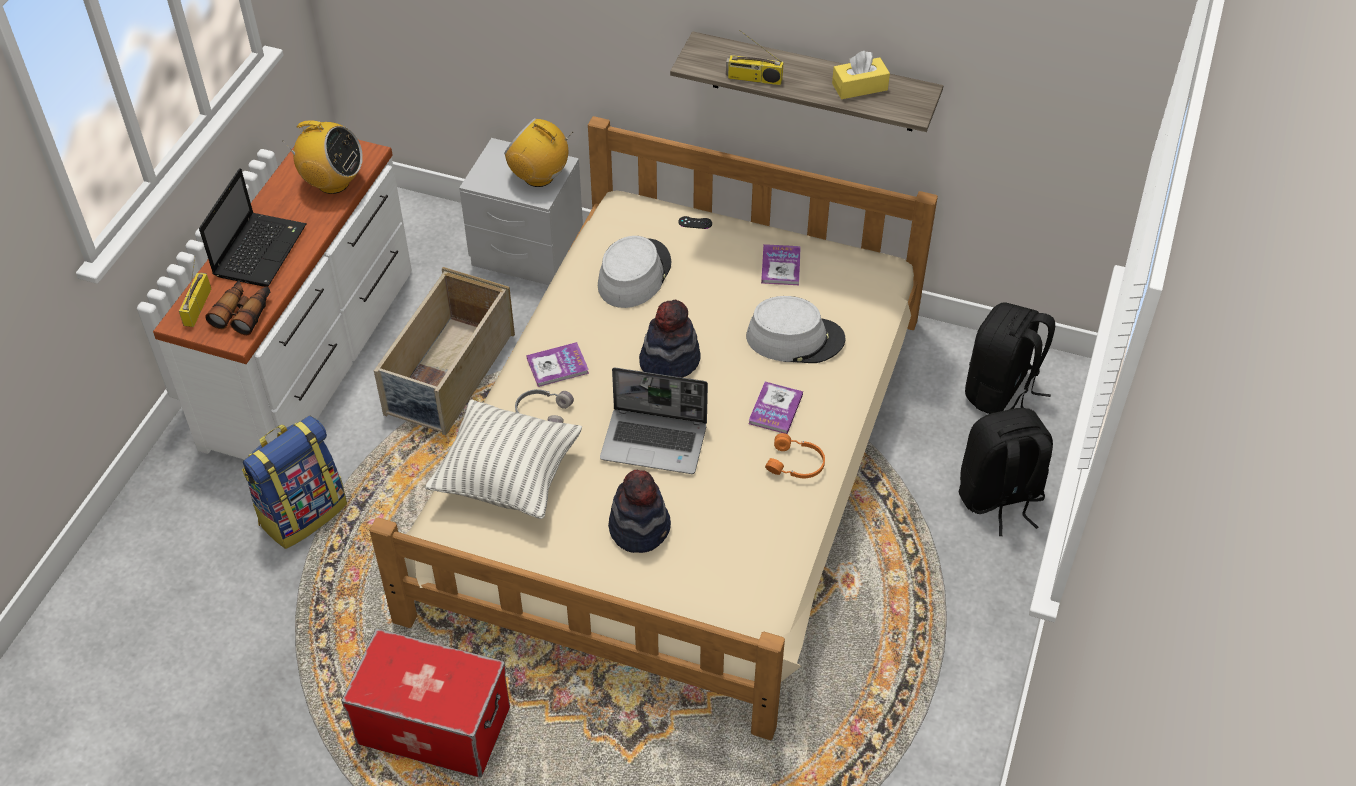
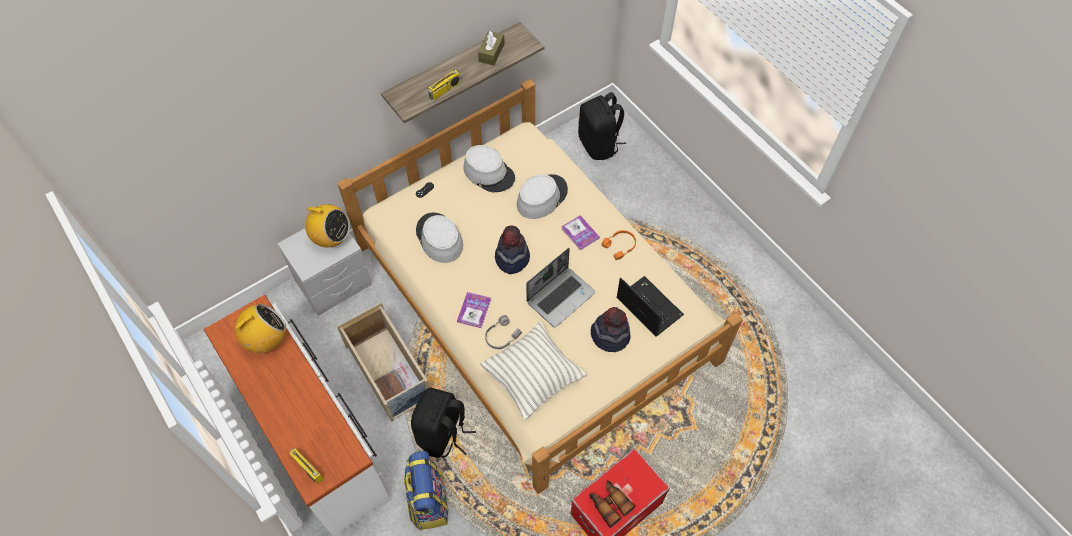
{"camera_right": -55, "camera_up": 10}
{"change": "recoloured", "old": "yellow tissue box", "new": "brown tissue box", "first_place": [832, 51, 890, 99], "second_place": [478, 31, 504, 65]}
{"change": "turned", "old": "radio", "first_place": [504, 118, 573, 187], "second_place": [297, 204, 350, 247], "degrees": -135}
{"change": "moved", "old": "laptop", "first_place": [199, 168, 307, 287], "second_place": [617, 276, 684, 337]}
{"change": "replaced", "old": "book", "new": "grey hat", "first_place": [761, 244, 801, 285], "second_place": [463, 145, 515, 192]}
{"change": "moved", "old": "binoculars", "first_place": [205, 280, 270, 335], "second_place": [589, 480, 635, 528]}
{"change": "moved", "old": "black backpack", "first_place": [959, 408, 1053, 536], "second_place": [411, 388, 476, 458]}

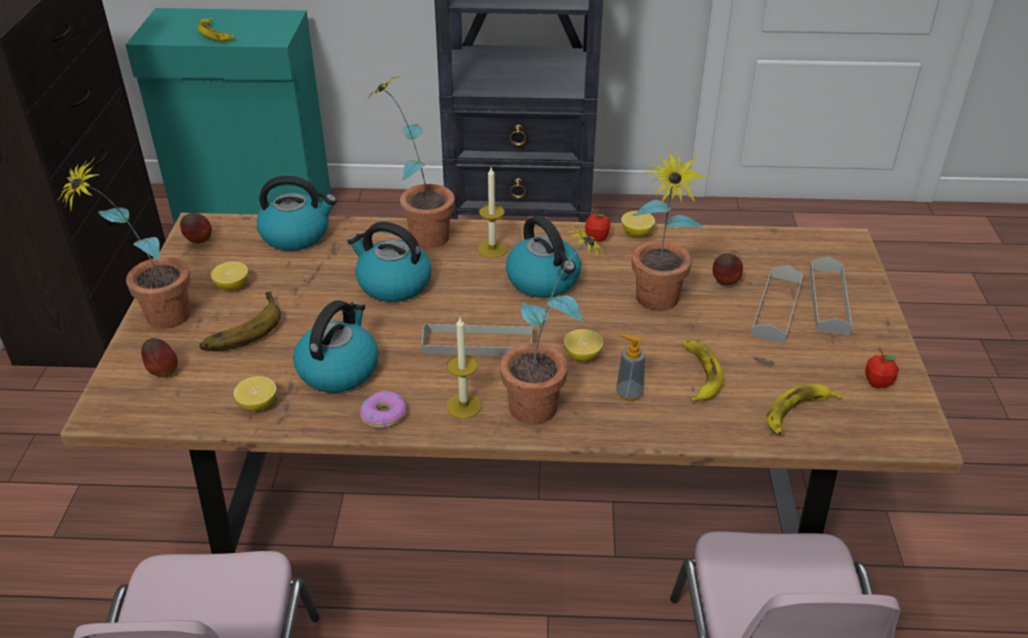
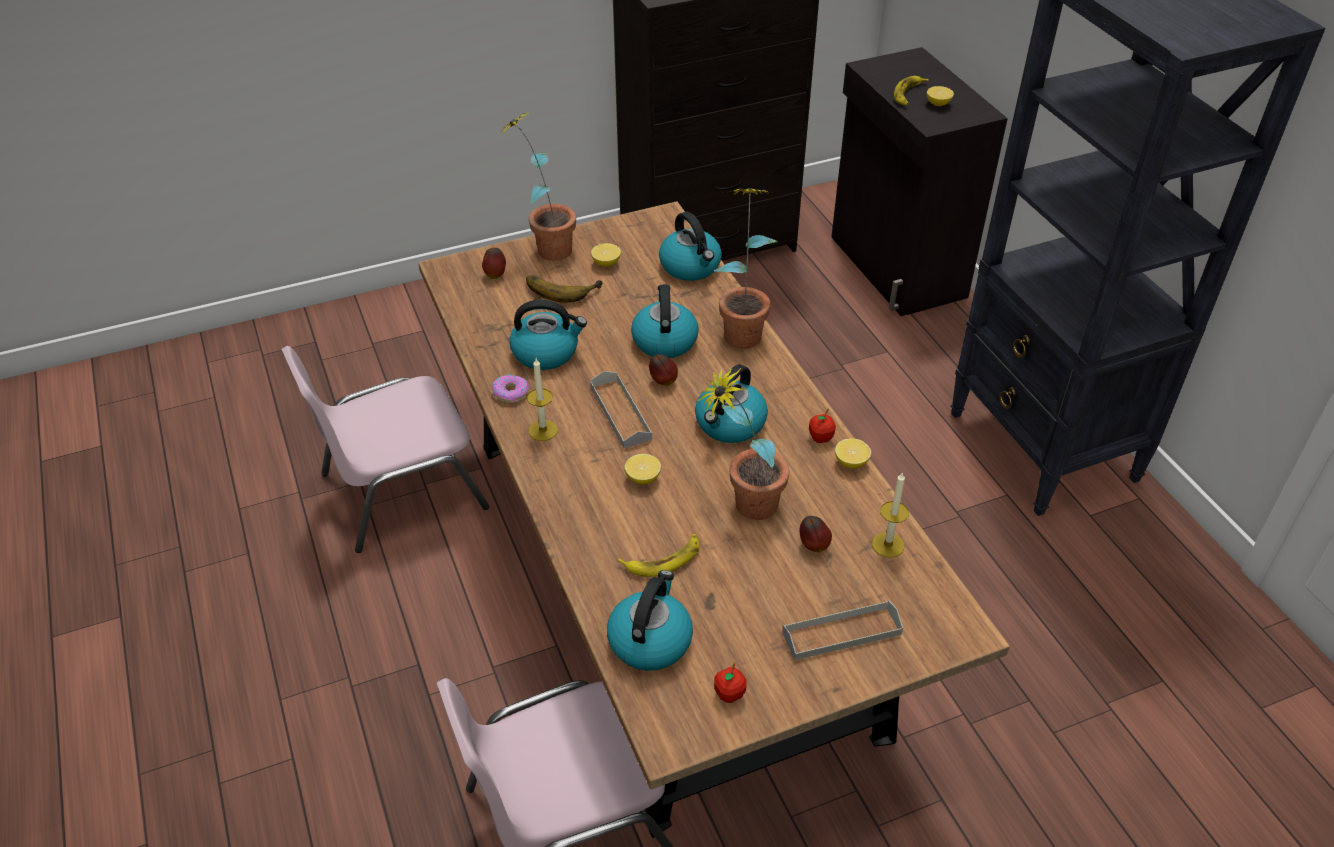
{"camera_right": 65, "camera_up": 5}
{"change": "recoloured", "old": "turquoise cabinet", "new": "black cabinet", "first_place": [126, 8, 331, 225], "second_place": [831, 47, 1008, 316]}
{"change": "moved", "old": "candle", "first_place": [478, 167, 507, 258], "second_place": [872, 472, 909, 558]}
{"change": "moved", "old": "apple", "first_place": [180, 213, 212, 244], "second_place": [649, 354, 678, 386]}
{"change": "removed", "old": "potted plant", "first_place": [500, 222, 612, 424]}
{"change": "removed", "old": "grey tray", "first_place": [751, 265, 804, 343]}
{"change": "removed", "old": "soap dispenser", "first_place": [616, 334, 646, 401]}
{"change": "moved", "old": "lemon", "first_place": [234, 376, 276, 411], "second_place": [927, 86, 954, 106]}
{"change": "replaced", "old": "banana", "new": "kettle", "first_place": [766, 384, 842, 435], "second_place": [607, 570, 693, 671]}

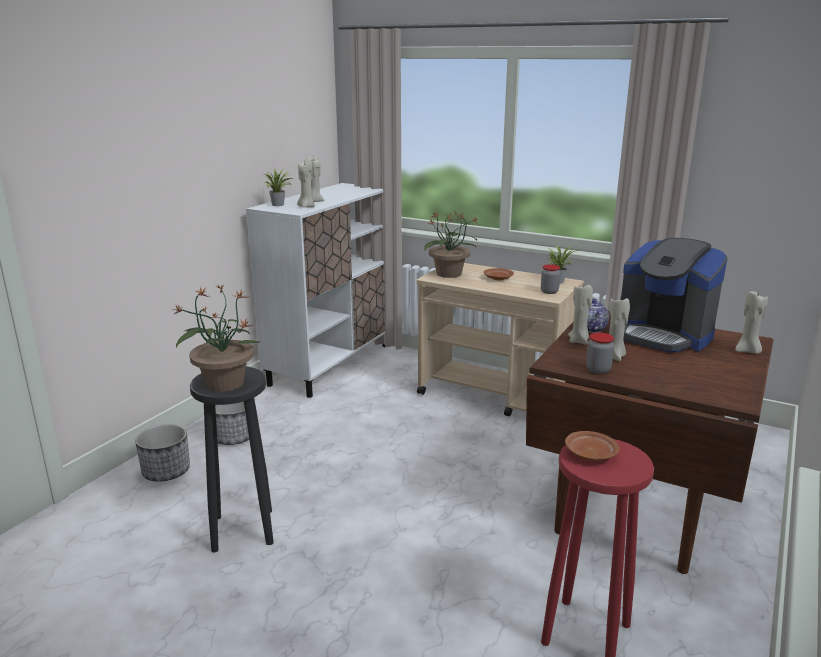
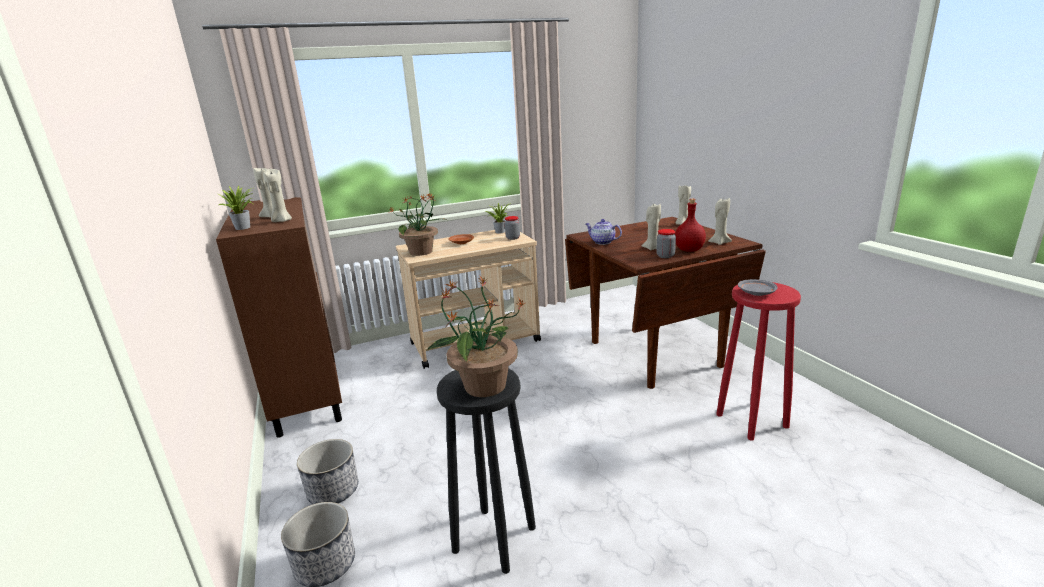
{"camera_right": -50, "camera_up": 0}
{"change": "recoloured", "old": "white cabinet", "new": "brown cabinet", "first_place": [246, 183, 385, 398], "second_place": [216, 197, 342, 438]}
{"change": "removed", "old": "coffee machine", "first_place": [621, 238, 727, 353]}
{"change": "moved", "old": "beige candle", "first_place": [568, 285, 593, 345], "second_place": [708, 198, 732, 245]}
{"change": "recoloured", "old": "brown plate", "new": "grey plate", "first_place": [565, 431, 620, 461], "second_place": [738, 279, 777, 296]}
{"change": "added", "new": "red bottle", "second_place": [675, 199, 706, 252]}

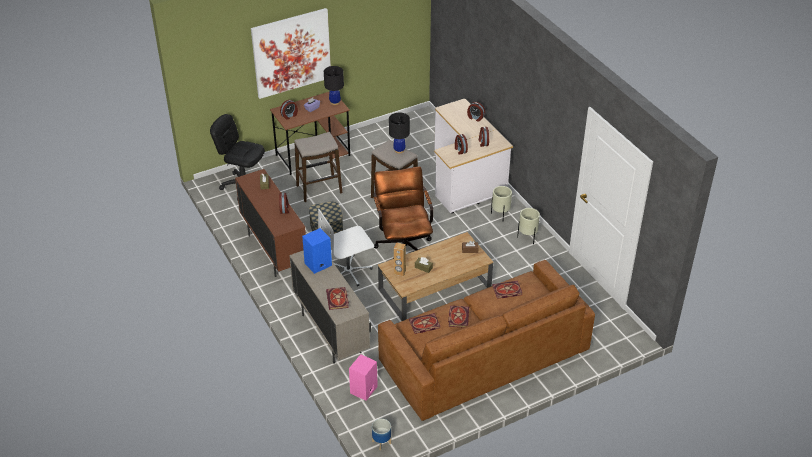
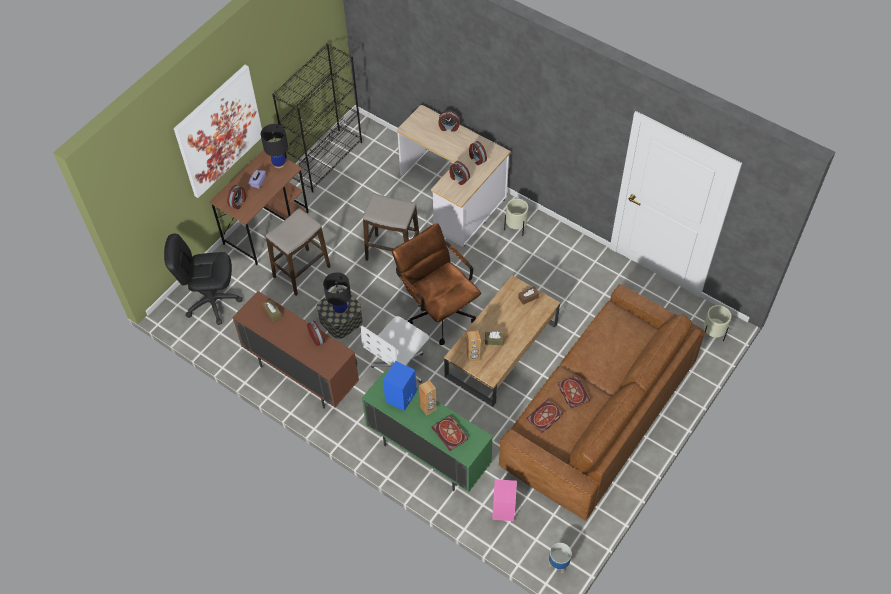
{"camera_right": -25, "camera_up": 15}
{"change": "moved", "old": "black table lamp", "first_place": [389, 113, 410, 153], "second_place": [323, 272, 351, 315]}
{"change": "moved", "old": "beige planter", "first_place": [517, 208, 540, 244], "second_place": [703, 305, 731, 342]}
{"change": "recoloured", "old": "beige cabinet", "new": "green cabinet", "first_place": [289, 250, 371, 364], "second_place": [362, 369, 493, 492]}
{"change": "removed", "old": "book", "first_place": [492, 281, 522, 299]}
{"change": "added", "new": "black bookcase", "second_place": [272, 43, 362, 193]}
{"change": "added", "new": "brown speaker", "second_place": [419, 380, 437, 416]}

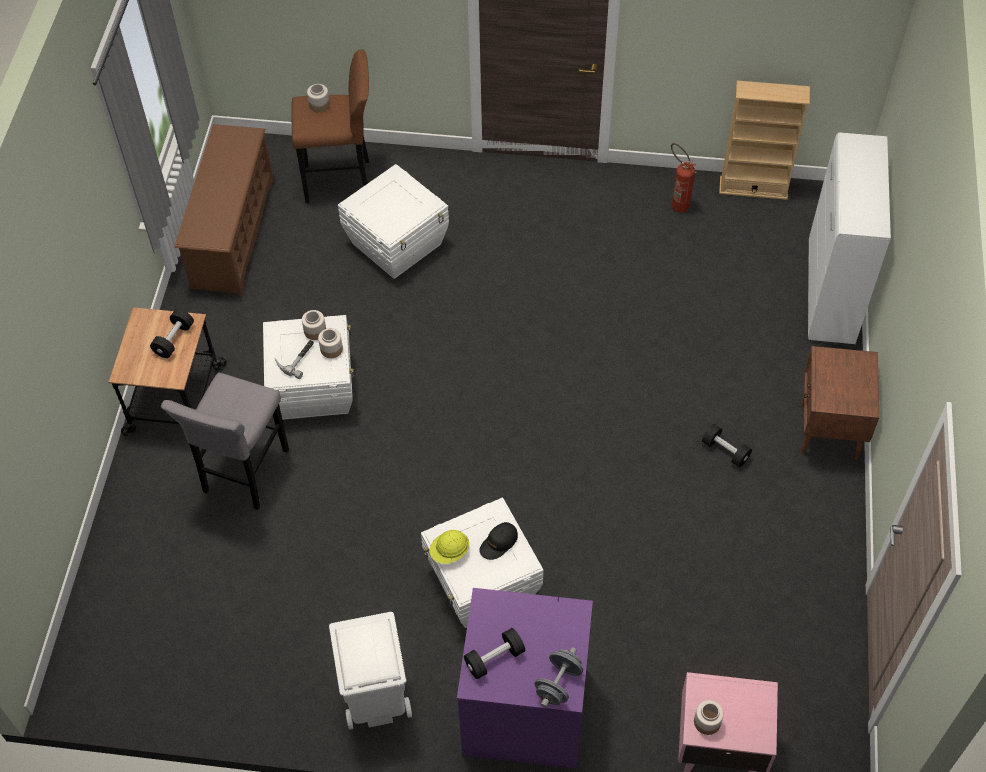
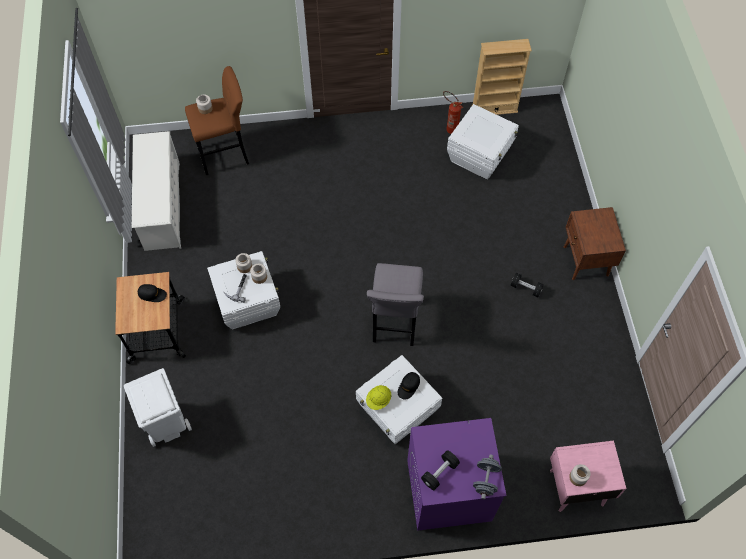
{"camera_right": -15, "camera_up": 5}
{"change": "recoloured", "old": "brown shoe rack", "new": "white shoe rack", "first_place": [175, 124, 274, 296], "second_place": [132, 131, 181, 251]}
{"change": "removed", "old": "white cabinet", "first_place": [808, 132, 891, 344]}
{"change": "moved", "old": "white storage box", "first_place": [338, 164, 449, 279], "second_place": [447, 104, 519, 180]}
{"change": "replaced", "old": "black dumbbell", "new": "black cap", "first_place": [150, 309, 194, 358], "second_place": [138, 284, 167, 302]}
{"change": "moved", "old": "grey stool", "first_place": [161, 373, 289, 510], "second_place": [367, 263, 424, 346]}
{"change": "moved", "old": "white trash can", "first_place": [329, 612, 412, 730], "second_place": [124, 368, 192, 447]}

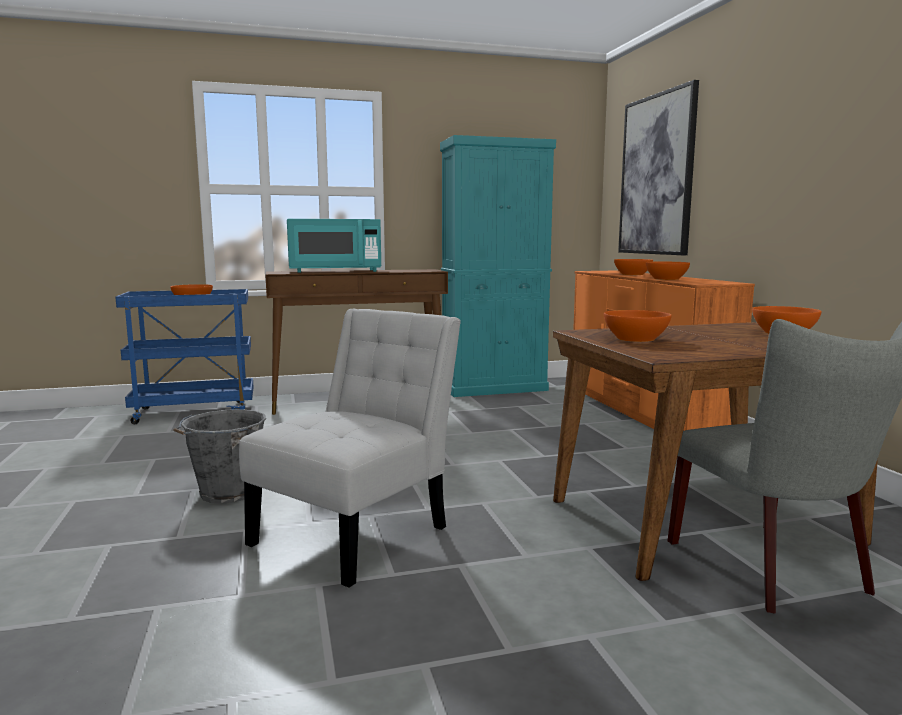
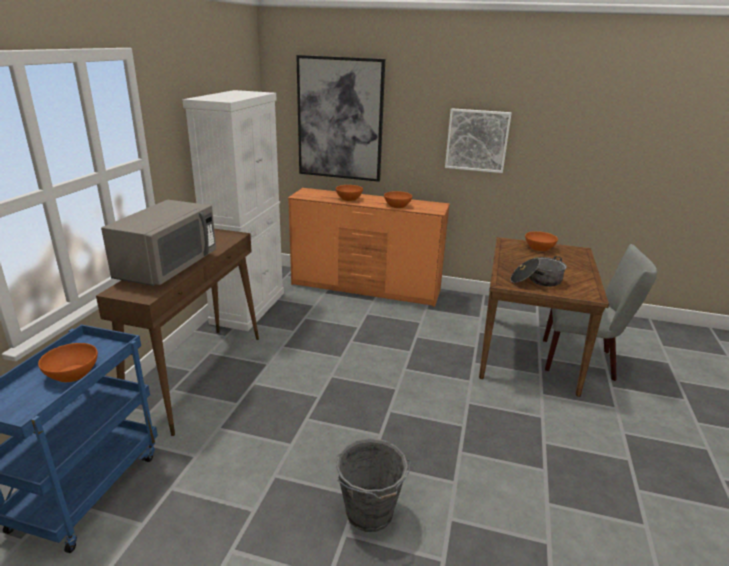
{"camera_right": -60, "camera_up": 15}
{"change": "recoloured", "old": "turquoise cabinet", "new": "white cabinet", "first_place": [440, 135, 556, 397], "second_place": [182, 90, 284, 331]}
{"change": "recoloured", "old": "turquoise microwave", "new": "grey microwave", "first_place": [287, 219, 381, 273], "second_place": [101, 200, 216, 286]}
{"change": "removed", "old": "white chair", "first_place": [239, 309, 461, 588]}
{"change": "replaced", "old": "orange bowl", "new": "cooking pot", "first_place": [604, 310, 672, 342], "second_place": [511, 256, 567, 287]}
{"change": "added", "new": "picture", "second_place": [445, 108, 512, 173]}

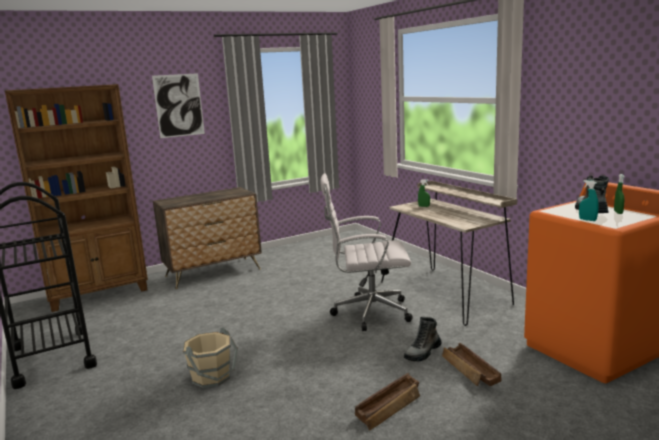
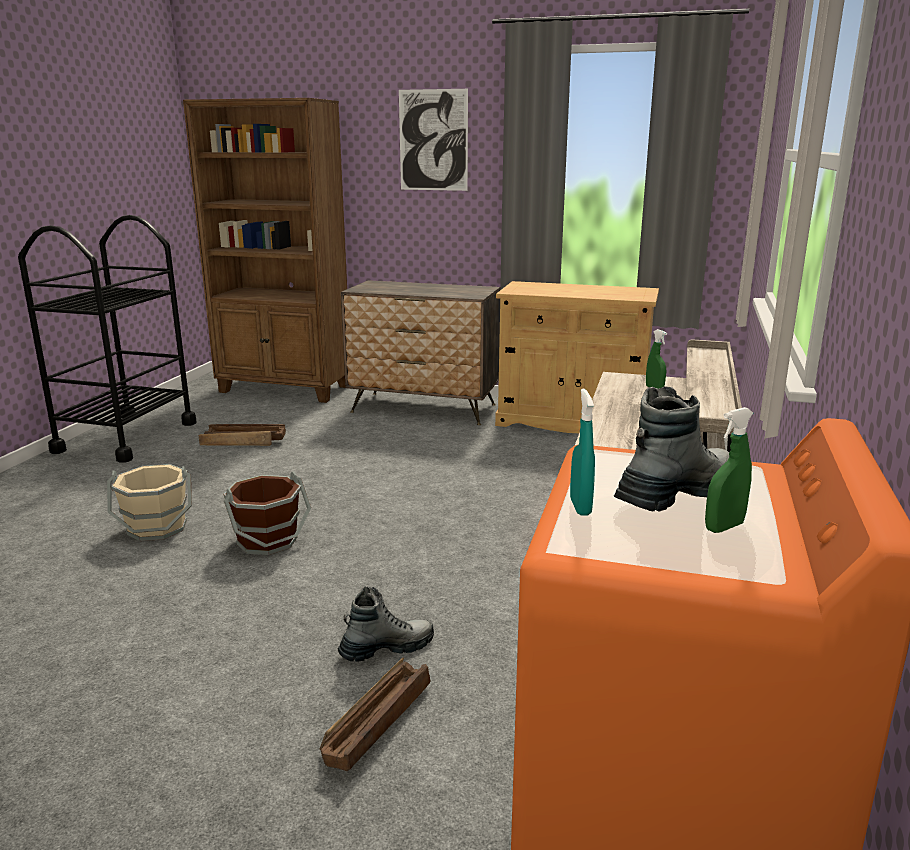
{"camera_right": 45, "camera_up": 5}
{"change": "removed", "old": "white office chair", "first_place": [320, 173, 412, 331]}
{"change": "turned", "old": "boot", "first_place": [404, 317, 442, 361], "second_place": [337, 586, 434, 662], "degrees": 150}
{"change": "moved", "old": "crate", "first_place": [355, 373, 420, 430], "second_place": [199, 424, 286, 446]}
{"change": "added", "new": "beige cabinet", "second_place": [495, 281, 659, 433]}
{"change": "added", "new": "brown bucket", "second_place": [223, 471, 311, 555]}

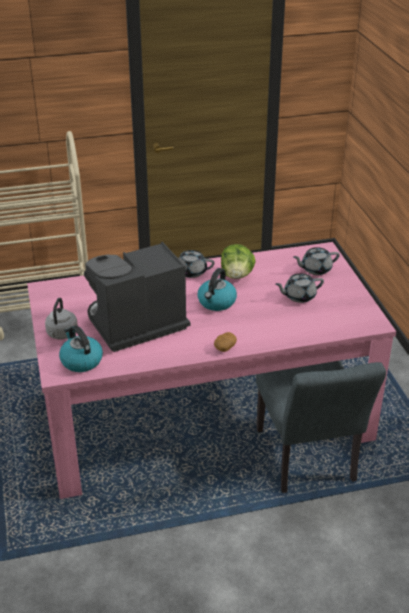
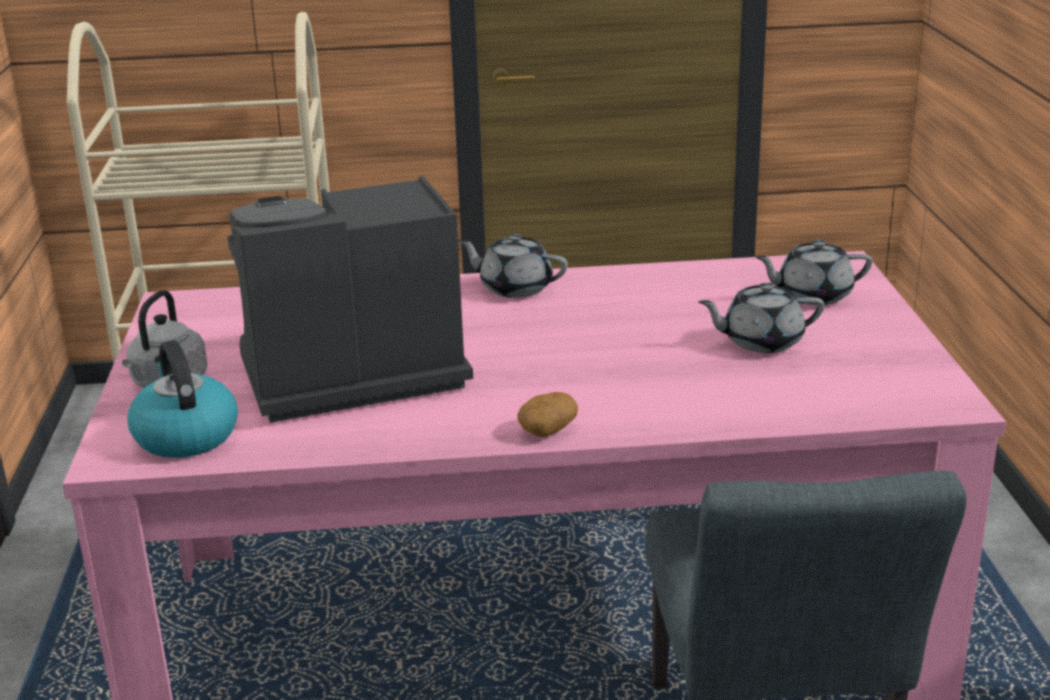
{"camera_right": 10, "camera_up": -10}
{"change": "removed", "old": "lettuce", "first_place": [221, 244, 256, 279]}
{"change": "removed", "old": "kettle", "first_place": [198, 268, 237, 311]}

